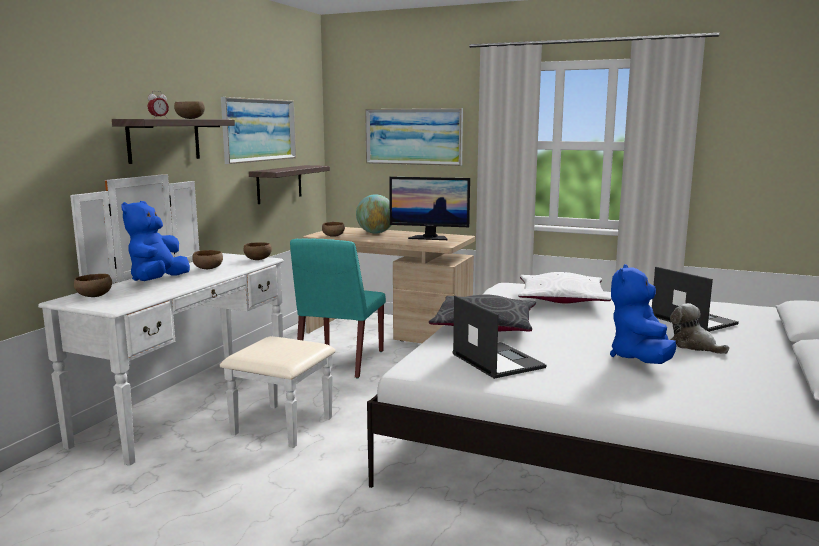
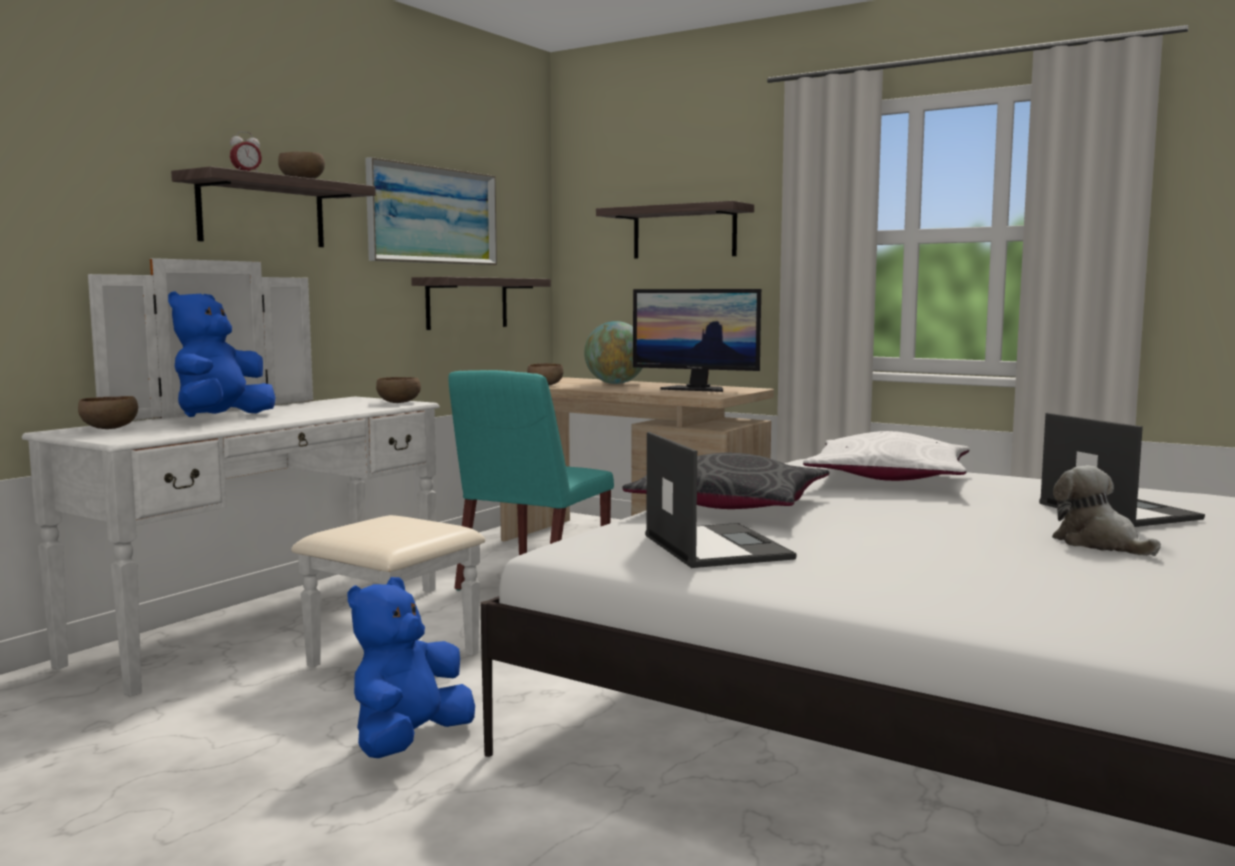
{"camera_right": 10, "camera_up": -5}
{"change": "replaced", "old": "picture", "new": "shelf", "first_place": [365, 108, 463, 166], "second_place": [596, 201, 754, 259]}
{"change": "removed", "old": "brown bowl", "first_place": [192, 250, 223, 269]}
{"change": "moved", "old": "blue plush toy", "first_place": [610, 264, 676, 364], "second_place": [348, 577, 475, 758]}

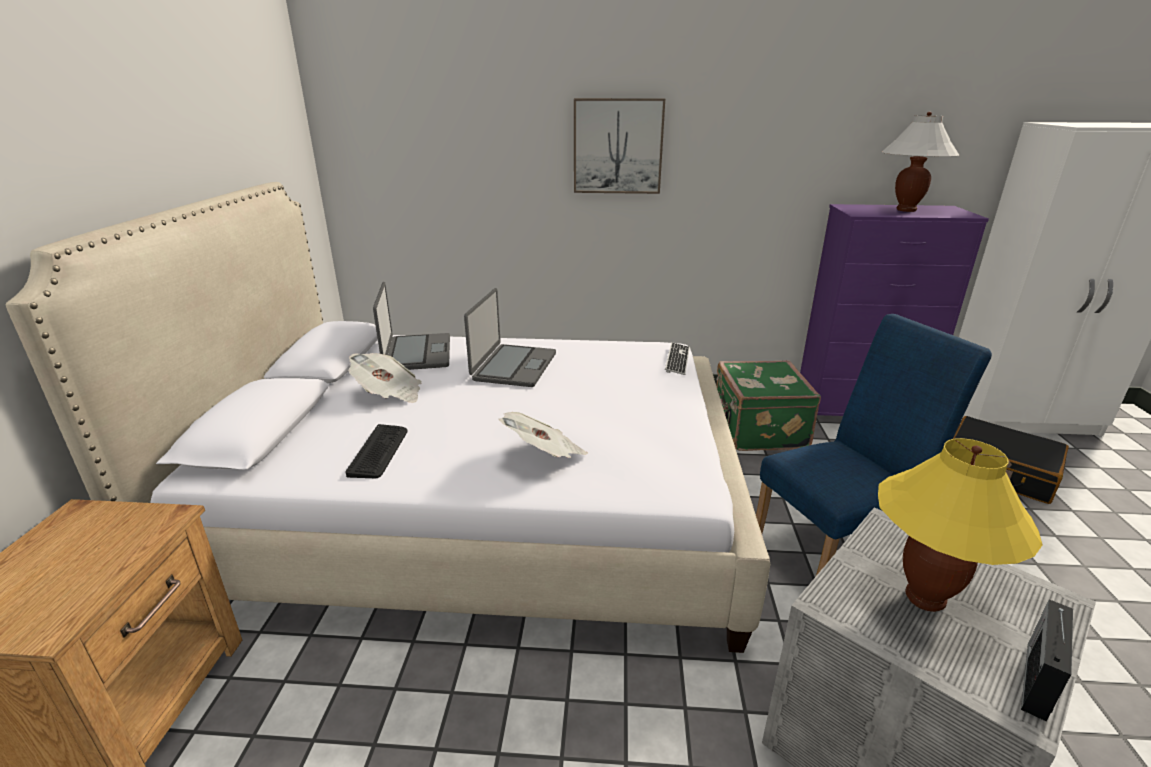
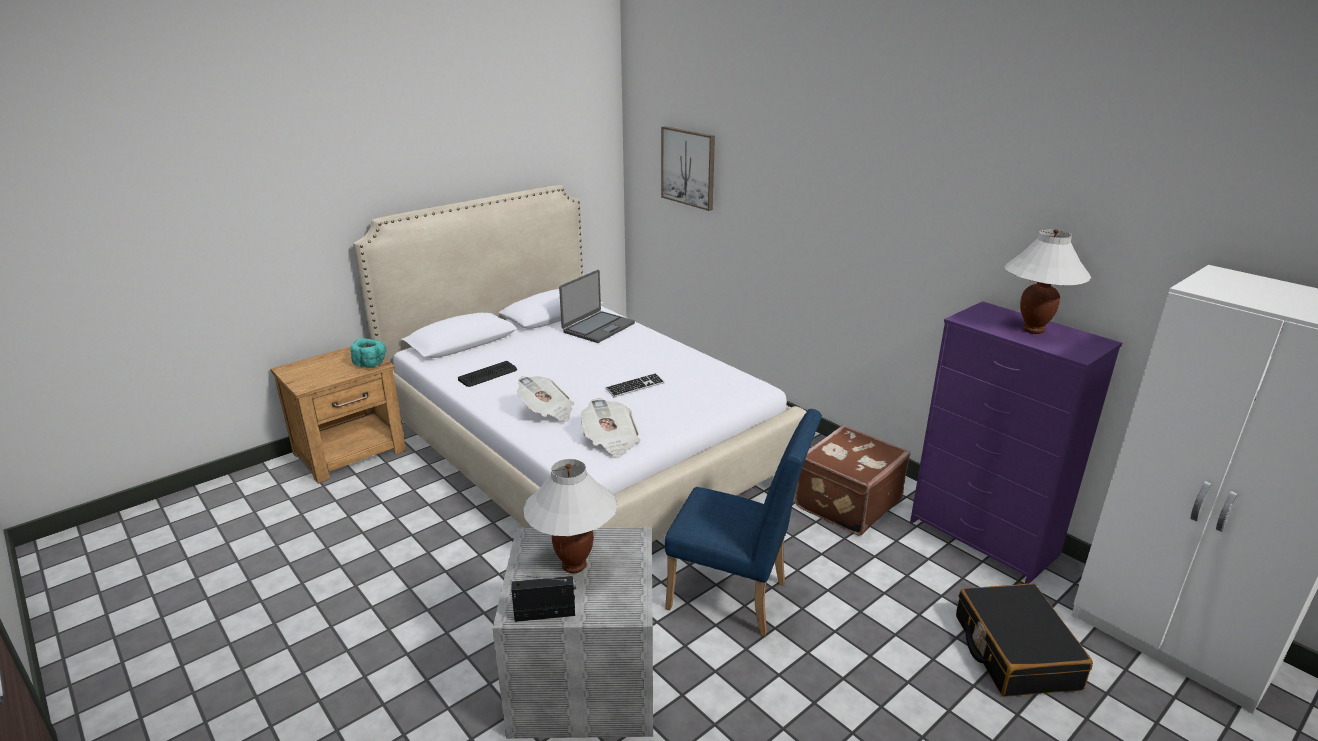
{"camera_right": 45, "camera_up": 0}
{"change": "moved", "old": "picture", "first_place": [574, 98, 665, 194], "second_place": [661, 126, 715, 211]}
{"change": "removed", "old": "laptop", "first_place": [464, 288, 556, 387]}
{"change": "moved", "old": "keyboard", "first_place": [665, 342, 690, 375], "second_place": [605, 373, 665, 397]}
{"change": "moved", "old": "newspaper", "first_place": [348, 353, 422, 403], "second_place": [580, 398, 641, 458]}
{"change": "recoloured", "old": "green suitcase", "new": "brown suitcase", "first_place": [716, 360, 821, 451], "second_place": [795, 425, 911, 536]}
{"change": "recoloured", "old": "yellow table lamp", "new": "white table lamp", "first_place": [878, 438, 1043, 612], "second_place": [524, 459, 618, 573]}
{"change": "added", "new": "turquoise bowl", "second_place": [350, 338, 386, 368]}

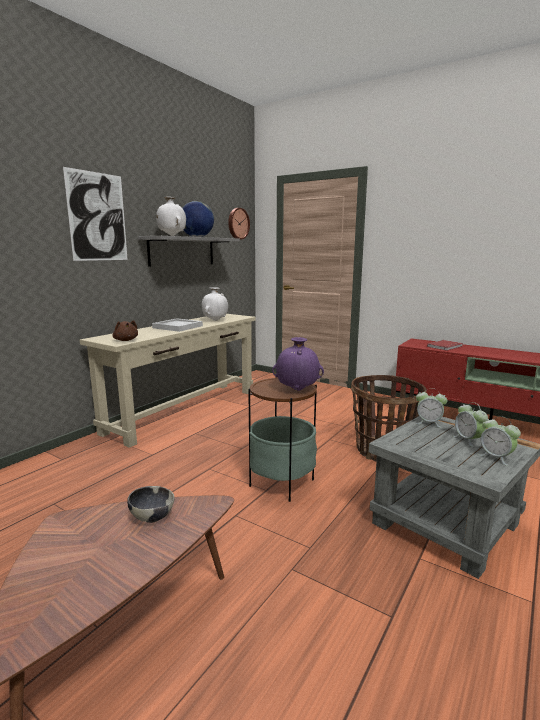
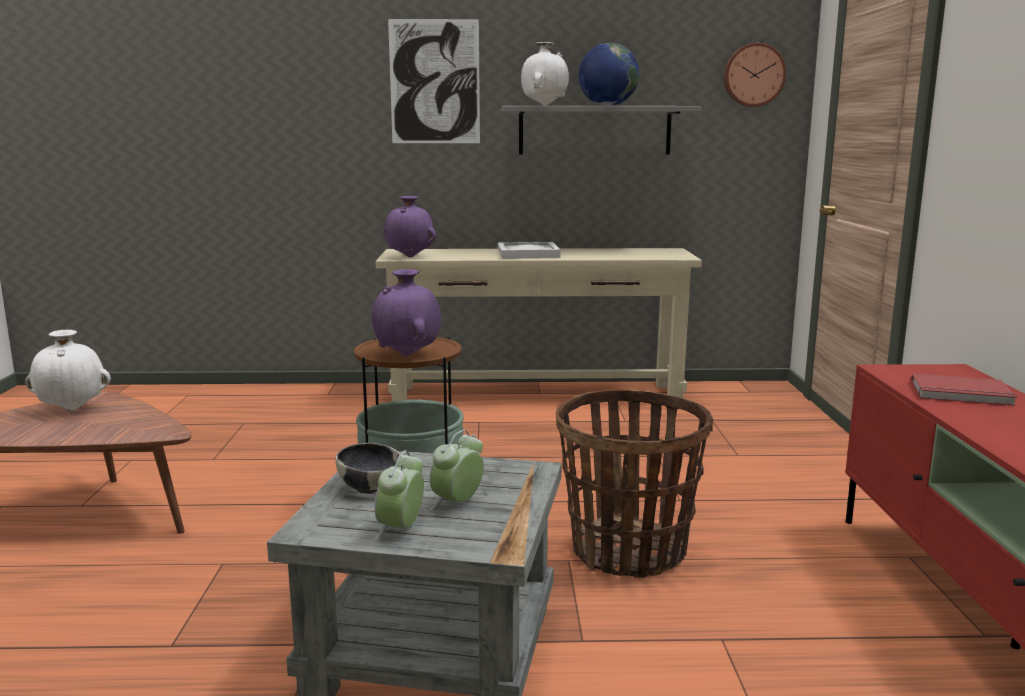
{"camera_right": 55, "camera_up": 0}
{"change": "moved", "old": "white vase", "first_place": [202, 287, 228, 321], "second_place": [25, 330, 111, 410]}
{"change": "replaced", "old": "brown plush toy", "new": "purple vase", "first_place": [113, 320, 138, 341], "second_place": [383, 196, 436, 257]}
{"change": "removed", "old": "alarm clock", "first_place": [416, 388, 448, 428]}
{"change": "moved", "old": "bowl", "first_place": [127, 486, 175, 523], "second_place": [336, 443, 400, 493]}

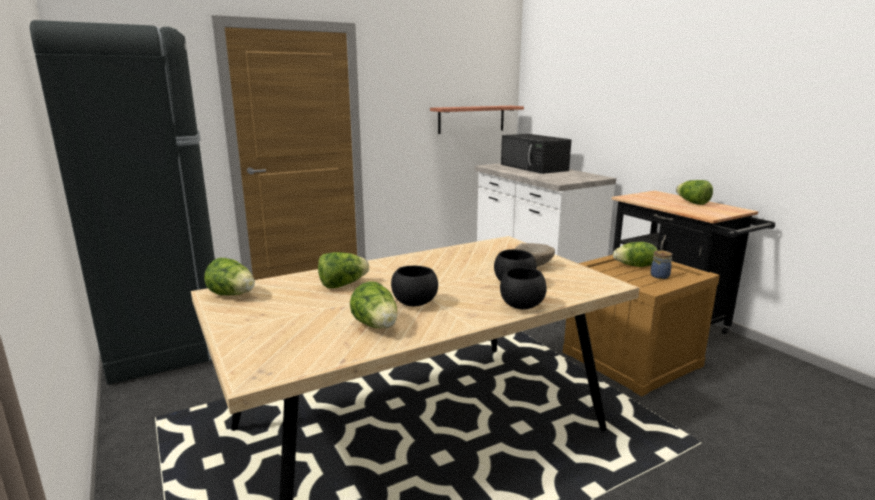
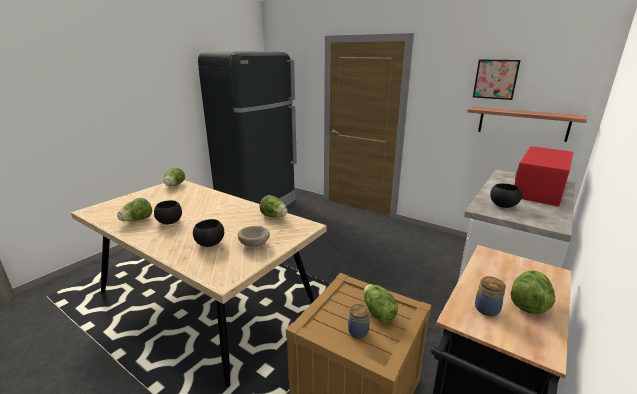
{"camera_right": 65, "camera_up": 5}
{"change": "recoloured", "old": "black microwave", "new": "red microwave", "first_place": [501, 134, 572, 174], "second_place": [514, 146, 573, 207]}
{"change": "moved", "old": "lettuce", "first_place": [318, 252, 369, 288], "second_place": [260, 195, 288, 217]}
{"change": "moved", "old": "black bowl", "first_place": [500, 267, 547, 309], "second_place": [490, 184, 522, 208]}
{"change": "added", "new": "picture", "second_place": [473, 59, 521, 100]}
{"change": "added", "new": "jar", "second_place": [475, 276, 506, 316]}

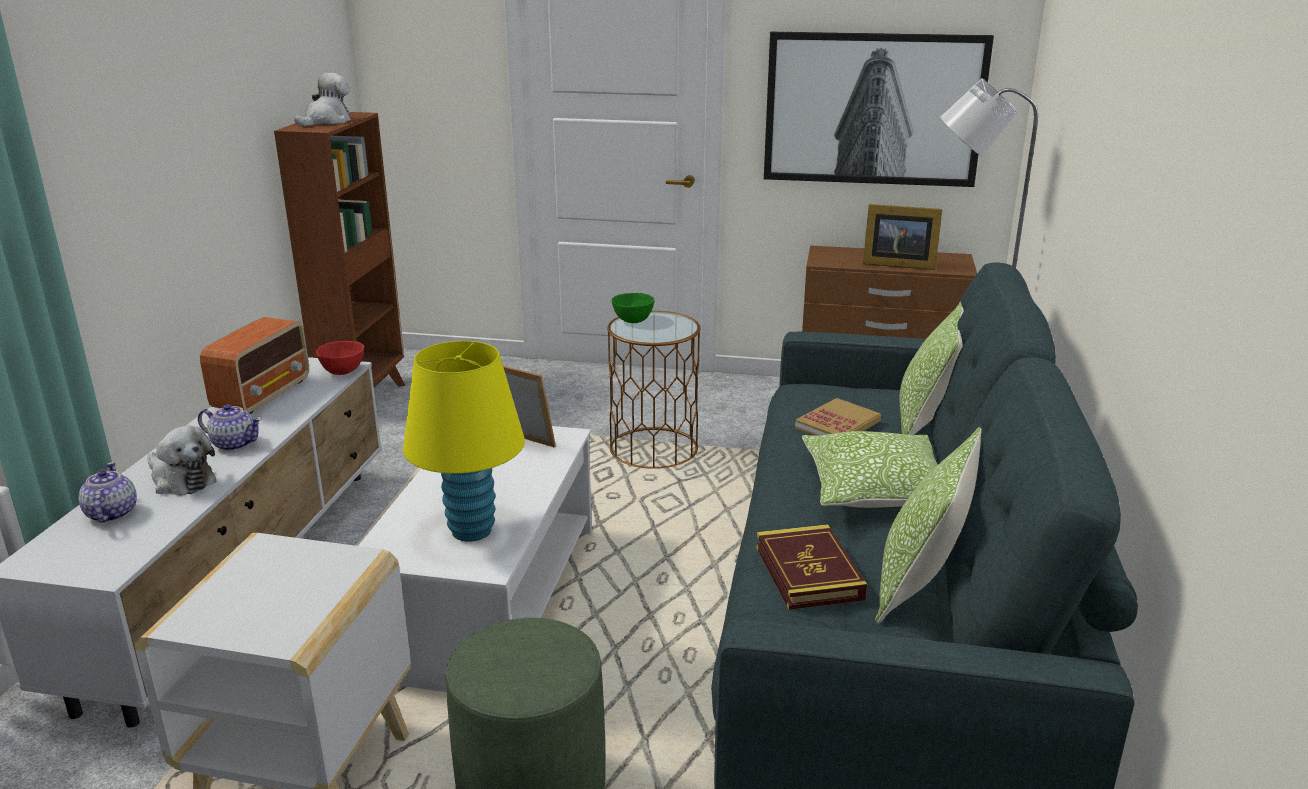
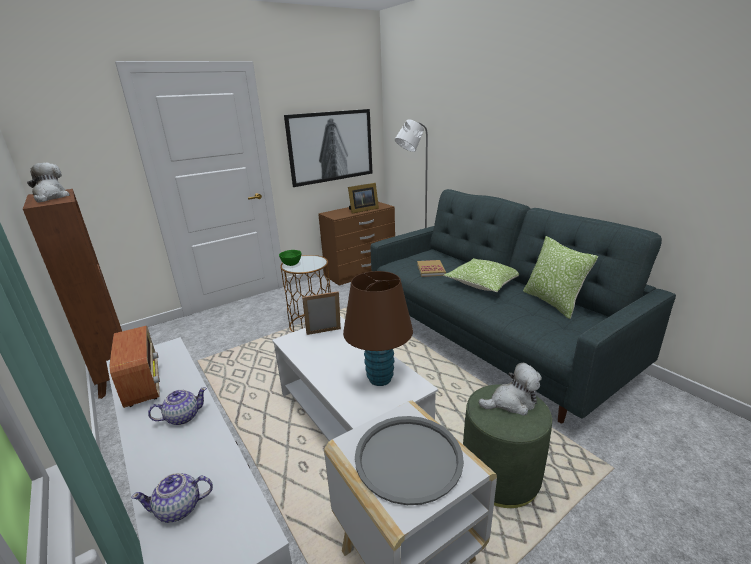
{"camera_right": -45, "camera_up": 0}
{"change": "removed", "old": "pillow", "first_place": [900, 302, 964, 435]}
{"change": "removed", "old": "red bowl", "first_place": [316, 341, 364, 375]}
{"change": "recoloured", "old": "yellow table lamp", "new": "brown table lamp", "first_place": [403, 341, 525, 542], "second_place": [343, 271, 413, 386]}
{"change": "moved", "old": "plush toy", "first_place": [147, 426, 217, 496], "second_place": [478, 363, 542, 416]}
{"change": "turned", "old": "teapot", "first_place": [78, 462, 137, 523], "second_place": [131, 473, 213, 523], "degrees": -45}
{"change": "removed", "old": "book", "first_place": [756, 524, 867, 610]}
{"change": "added", "new": "grey tray", "second_place": [355, 416, 464, 505]}

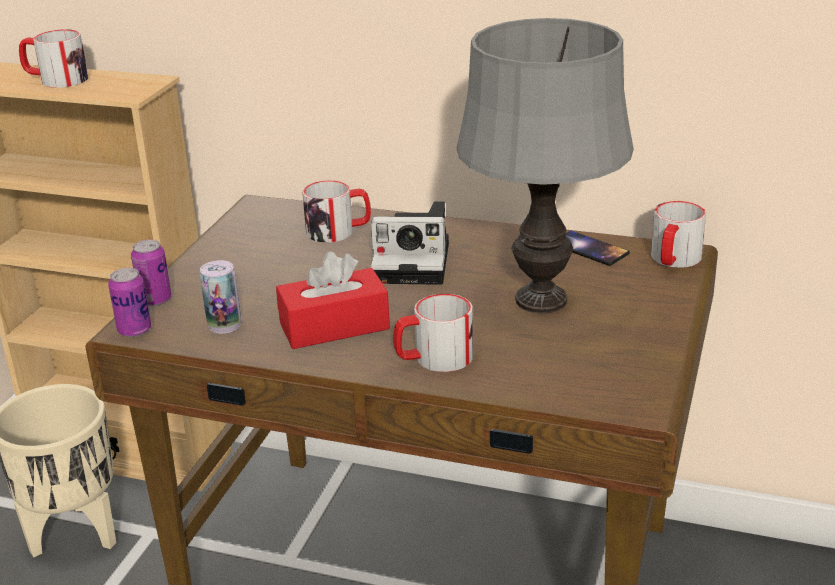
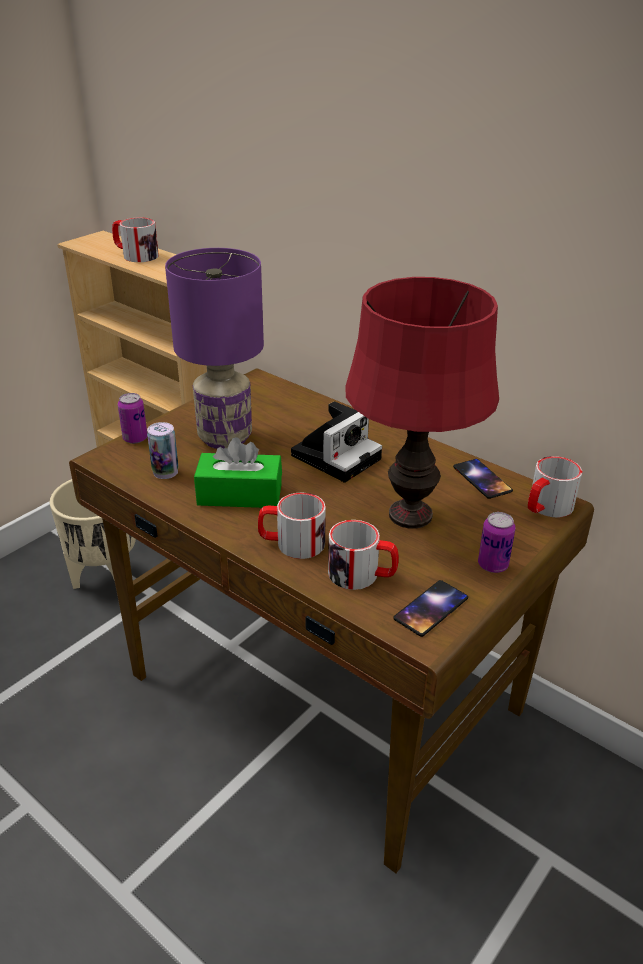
{"camera_right": 20, "camera_up": 5}
{"change": "recoloured", "old": "grey table lamp", "new": "red table lamp", "first_place": [457, 18, 634, 314], "second_place": [345, 277, 499, 529]}
{"change": "moved", "old": "mug", "first_place": [302, 180, 371, 243], "second_place": [328, 520, 399, 590]}
{"change": "turned", "old": "photo camera", "first_place": [370, 201, 449, 285], "second_place": [291, 401, 382, 483], "degrees": -75}
{"change": "recoloured", "old": "red tissue box", "new": "green tissue box", "first_place": [276, 251, 390, 349], "second_place": [194, 437, 282, 508]}
{"change": "moved", "old": "can", "first_place": [108, 268, 151, 337], "second_place": [478, 512, 515, 573]}
{"change": "added", "new": "purple table lamp", "second_place": [165, 248, 264, 449]}
{"change": "added", "new": "phone", "second_place": [393, 580, 468, 637]}

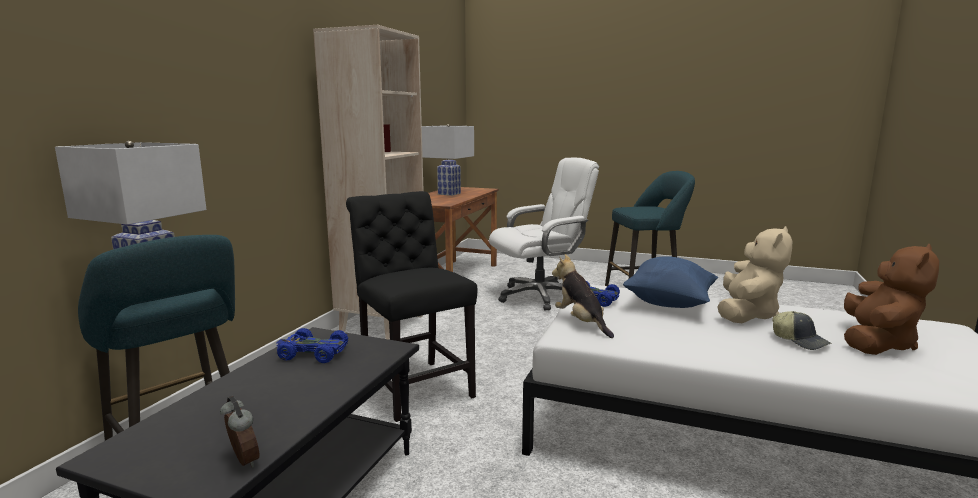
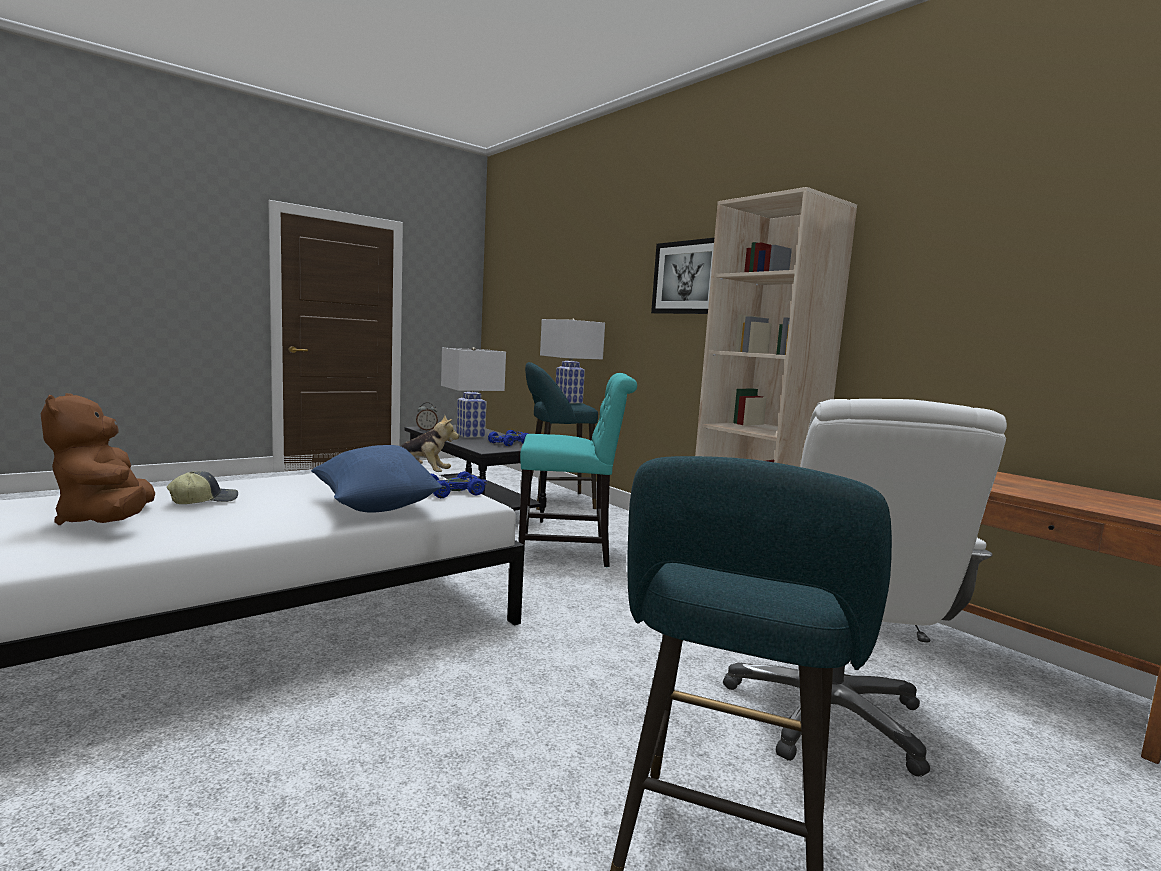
{"camera_right": 120, "camera_up": -5}
{"change": "moved", "old": "white table lamp", "first_place": [422, 124, 474, 196], "second_place": [441, 347, 506, 438]}
{"change": "recoloured", "old": "black chair", "new": "turquoise chair", "first_place": [346, 191, 477, 422], "second_place": [519, 373, 637, 567]}
{"change": "removed", "old": "beige plush toy", "first_place": [718, 226, 792, 323]}
{"change": "turned", "old": "cap", "first_place": [772, 311, 832, 350], "second_place": [167, 471, 238, 504], "degrees": 135}
{"change": "added", "new": "picture", "second_place": [651, 238, 714, 314]}

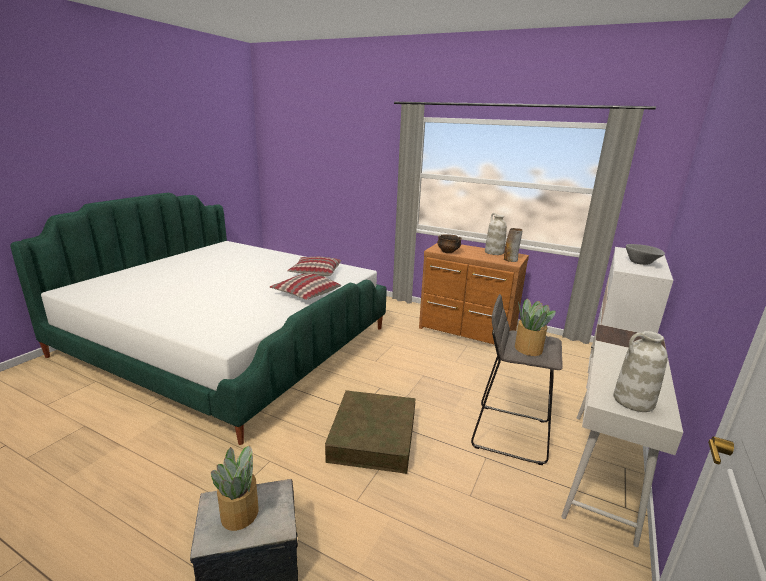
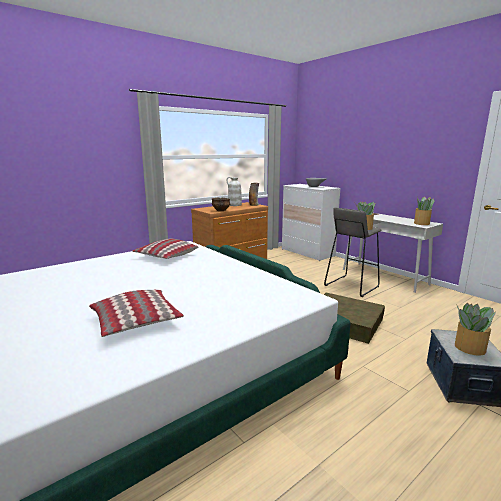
{"camera_right": -65, "camera_up": -5}
{"change": "moved", "old": "pillow", "first_place": [270, 273, 341, 300], "second_place": [89, 290, 184, 337]}
{"change": "replaced", "old": "white vase", "new": "potted plant", "first_place": [614, 331, 668, 412], "second_place": [414, 197, 435, 225]}

